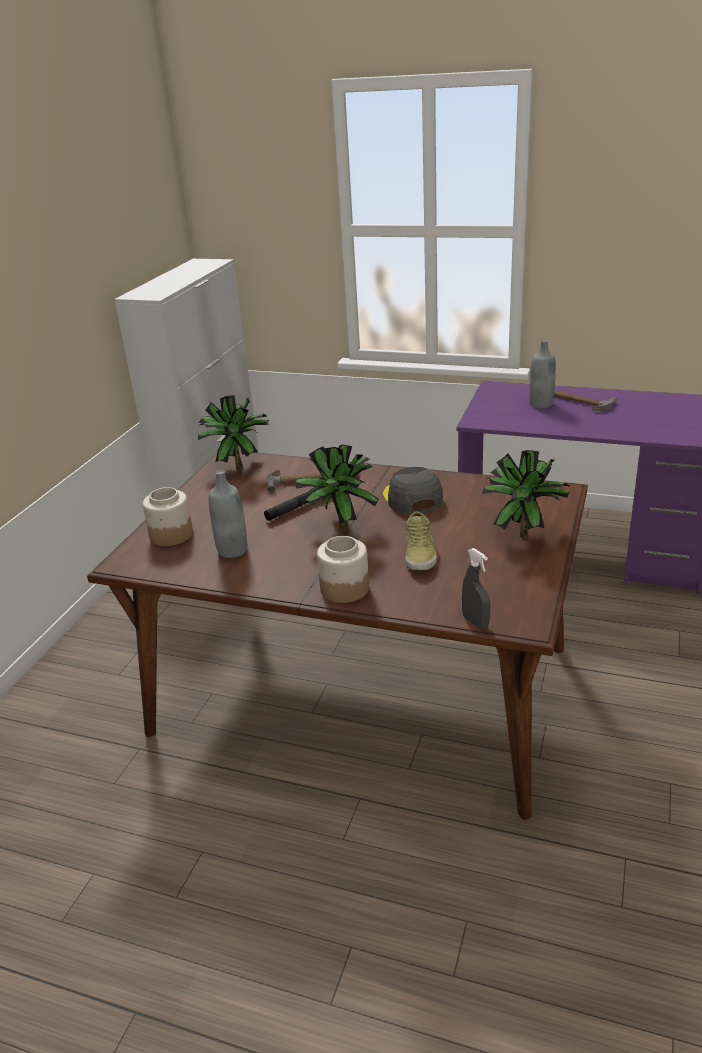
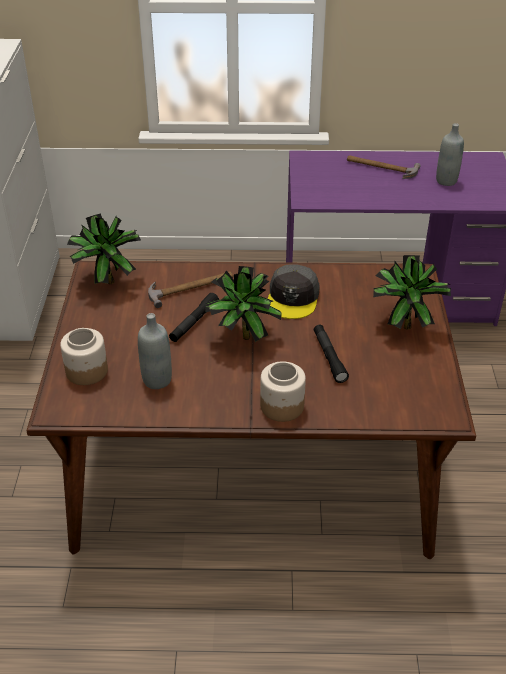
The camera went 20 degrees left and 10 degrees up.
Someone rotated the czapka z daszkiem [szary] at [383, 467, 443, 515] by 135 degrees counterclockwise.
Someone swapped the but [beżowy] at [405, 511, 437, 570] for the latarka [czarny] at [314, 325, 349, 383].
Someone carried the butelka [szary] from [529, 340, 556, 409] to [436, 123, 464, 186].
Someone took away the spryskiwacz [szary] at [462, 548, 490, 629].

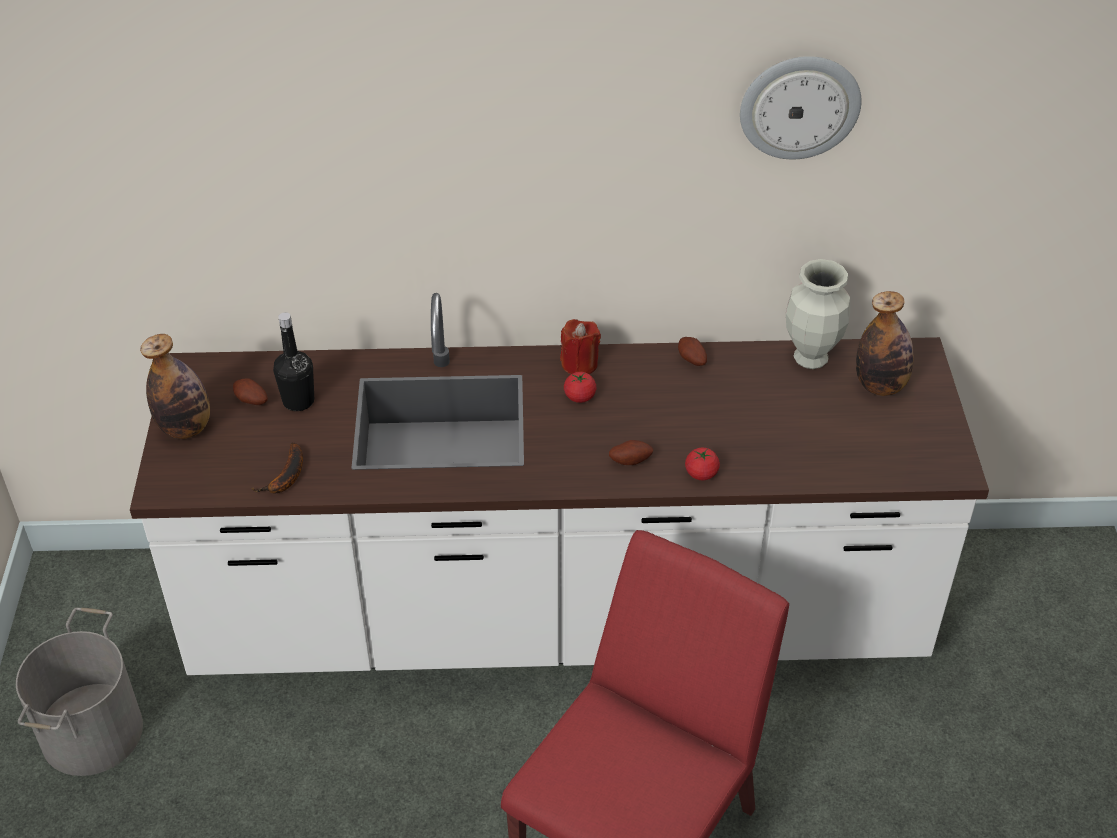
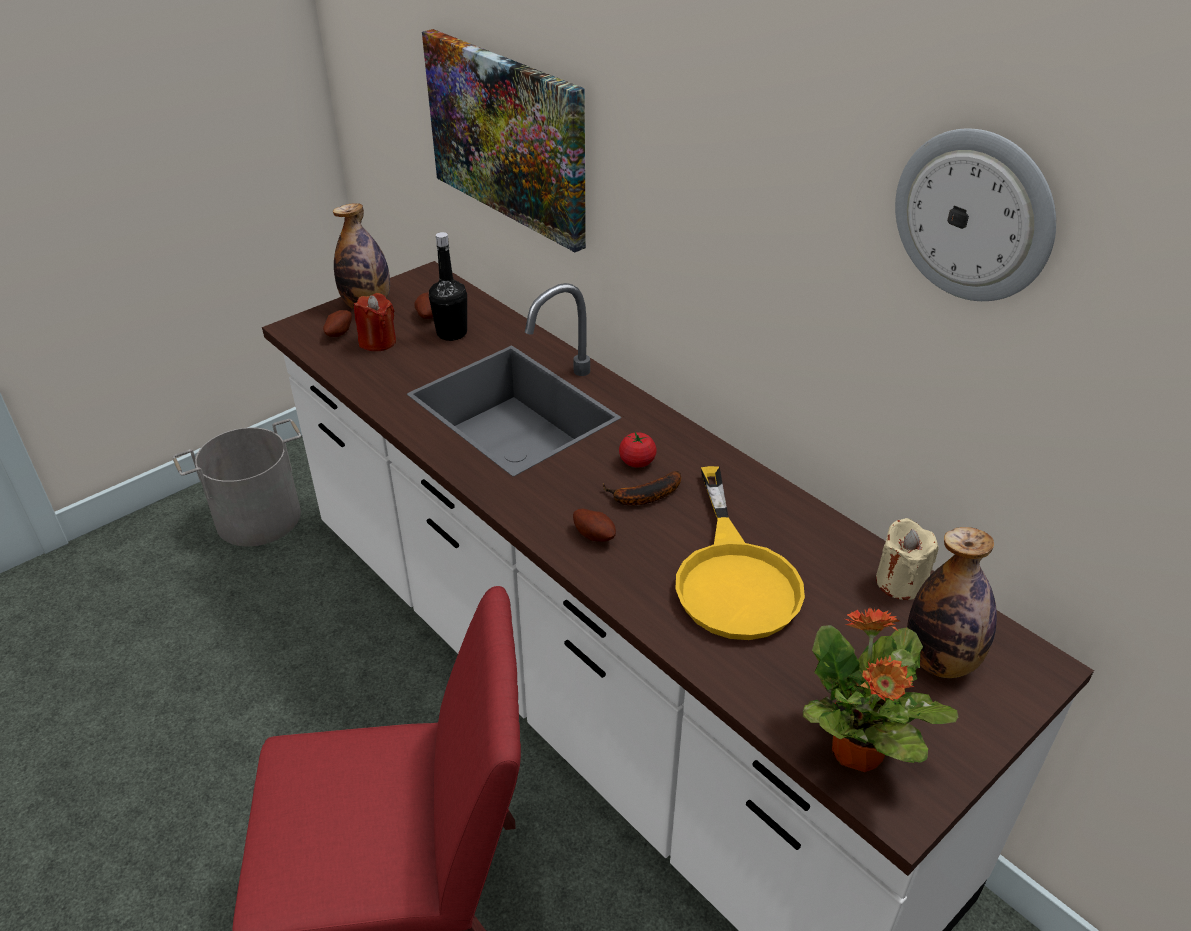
The camera went 50 degrees right and 5 degrees down.
Someone carried the ziemniak from [678, 337, 707, 366] to [323, 310, 352, 337].
Someone carried the świeca [czerwony] from [560, 319, 601, 374] to [354, 293, 396, 351].
Someone put up the obraz at [422, 29, 586, 252].
Someone carried the banan from [251, 443, 303, 494] to [602, 471, 681, 505].
Someone put down the patelnia [żółty] at [675, 466, 805, 640].
Someone put down the roślina doniczkowa at [803, 608, 958, 772].
Someone swapped the wazon at [786, 259, 850, 369] for the świeca [beżowy] at [876, 518, 939, 600].
Someone took away the pomidor at [685, 448, 720, 480].

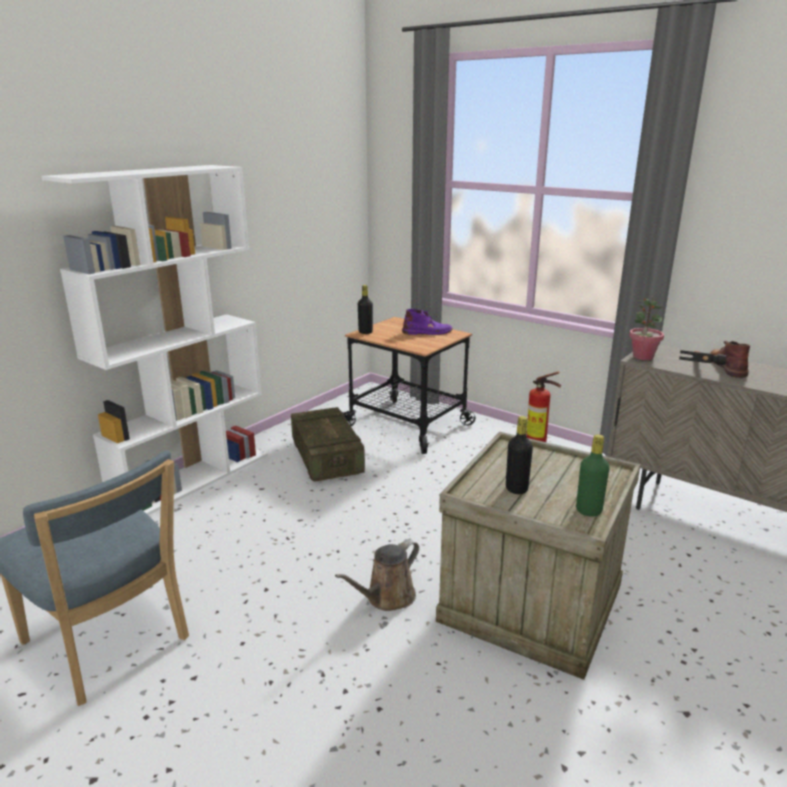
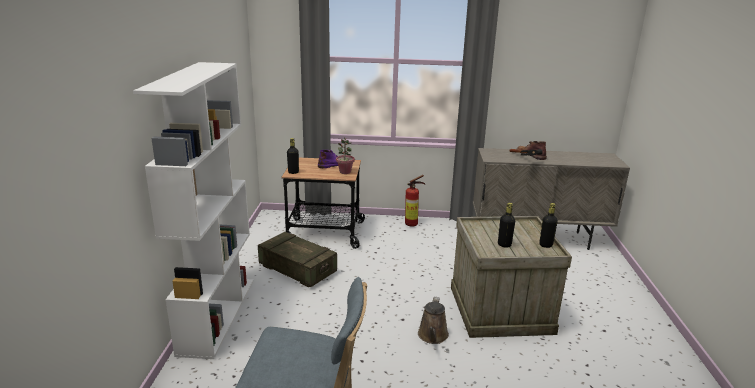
The camera went 35 degrees left and 0 degrees up.
Someone carried the roślina doniczkowa from [629, 296, 664, 360] to [336, 137, 355, 174].
Someone repainted the butelka [zielony] at [576, 434, 610, 517], which became the butelka [czarny] at [539, 203, 558, 248].

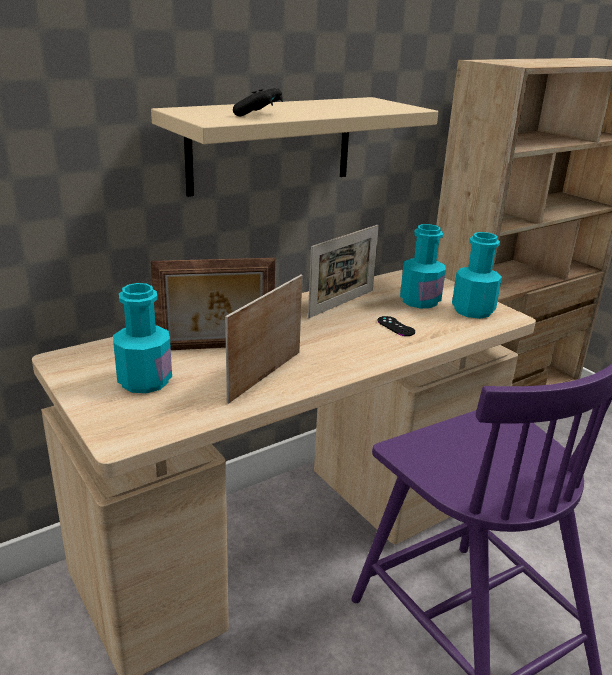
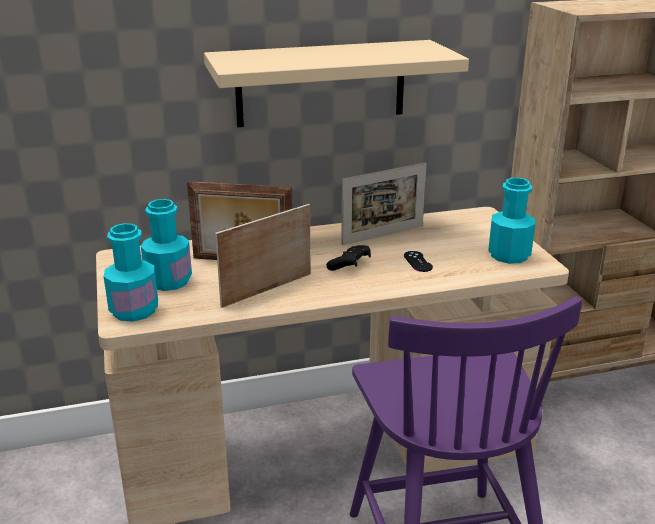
The camera went 20 degrees right and 0 degrees up.
Someone carried the butelka [turkusowy] from [400, 224, 446, 308] to [104, 223, 158, 322].
Someone carried the pad do gier [czarny] from [233, 88, 283, 117] to [326, 245, 371, 271].

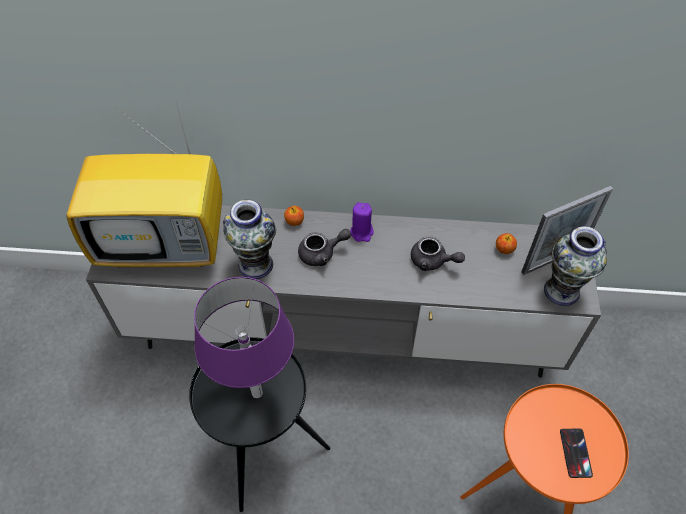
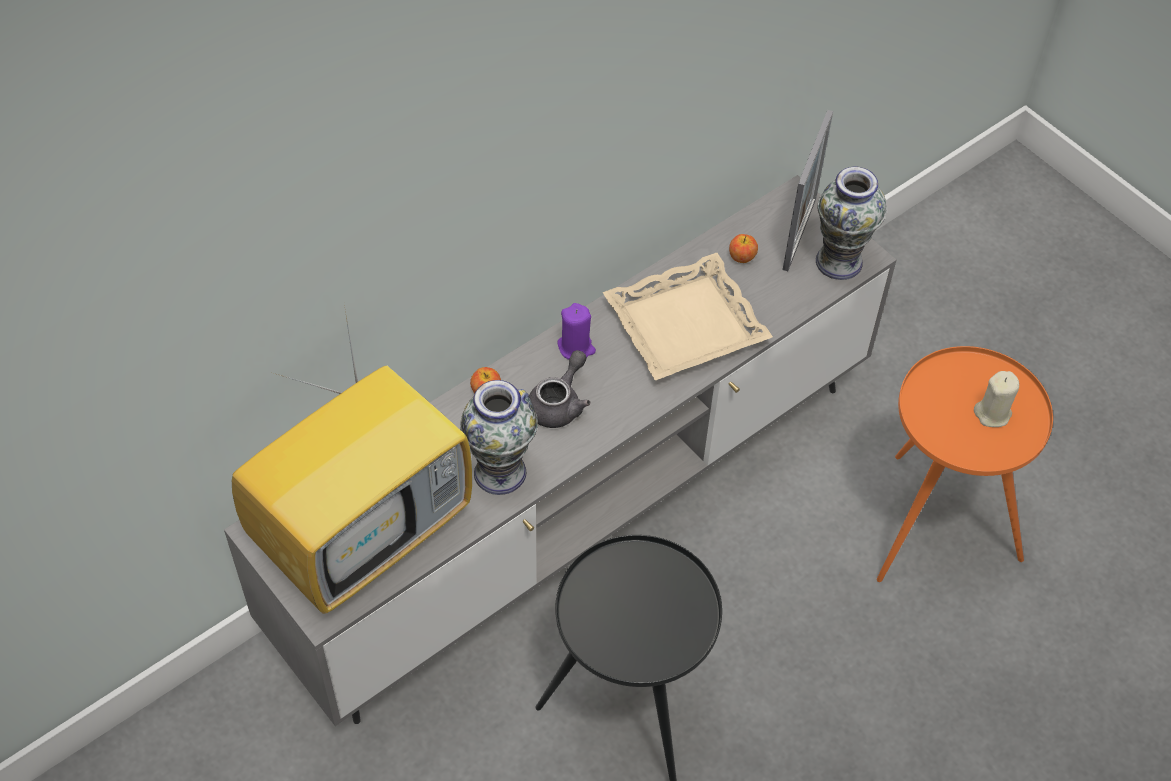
The camera went 45 degrees left and 0 degrees up.
Someone swapped the imbryk [szary] at [411, 236, 465, 271] for the taca [beżowy] at [603, 253, 773, 380].
Someone swapped the telefon at [560, 429, 593, 478] for the świeca [beżowy] at [974, 371, 1019, 427].
Someone took away the lampa stołowa [fioletowy] at [194, 277, 294, 398].

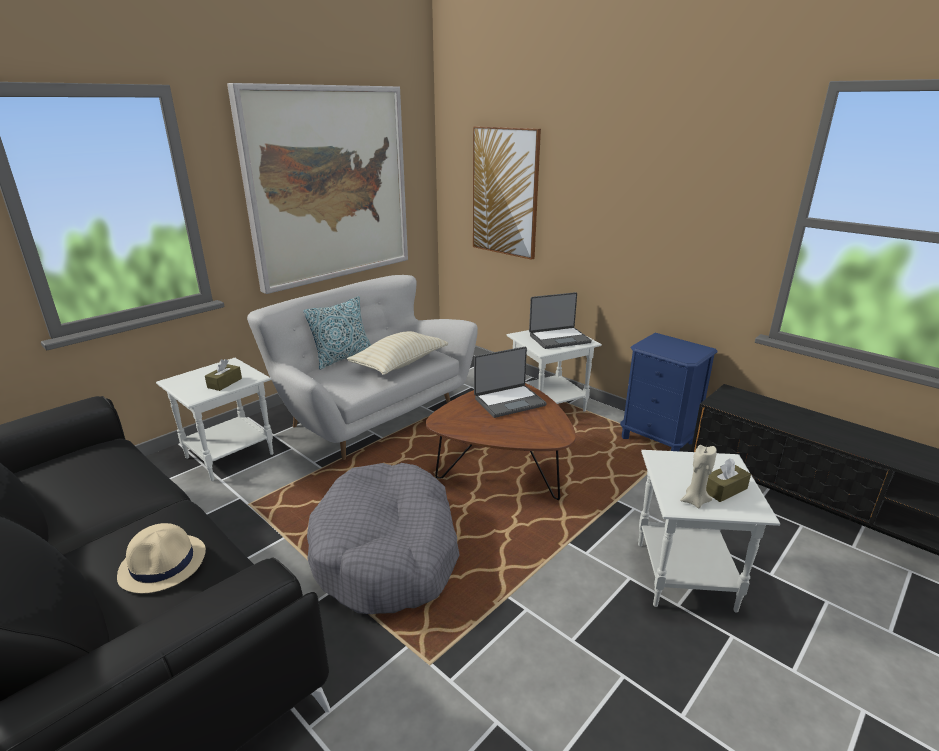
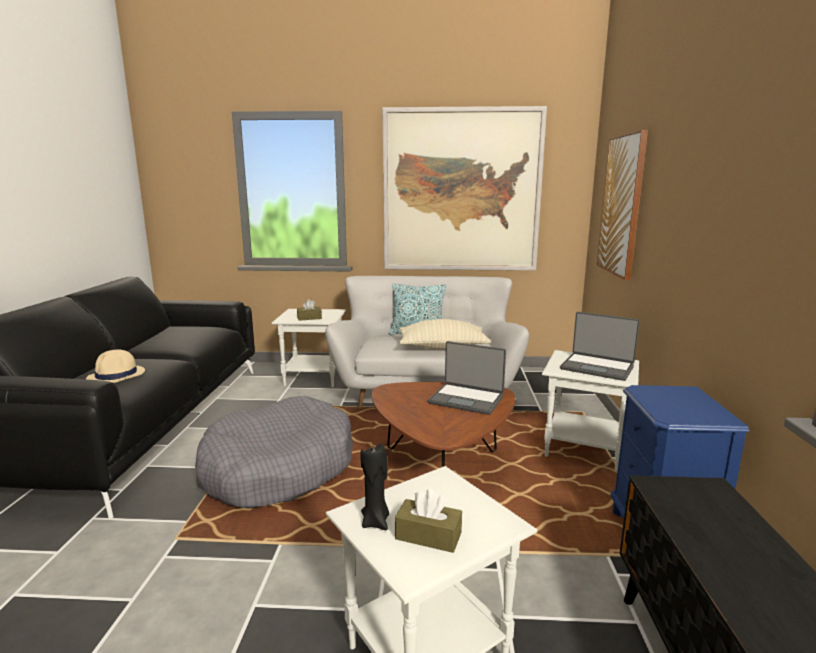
The camera went 50 degrees right and 10 degrees down.
Someone repainted the świeca [beżowy] at [680, 445, 717, 508], which became the świeca [czarny] at [360, 443, 389, 530].

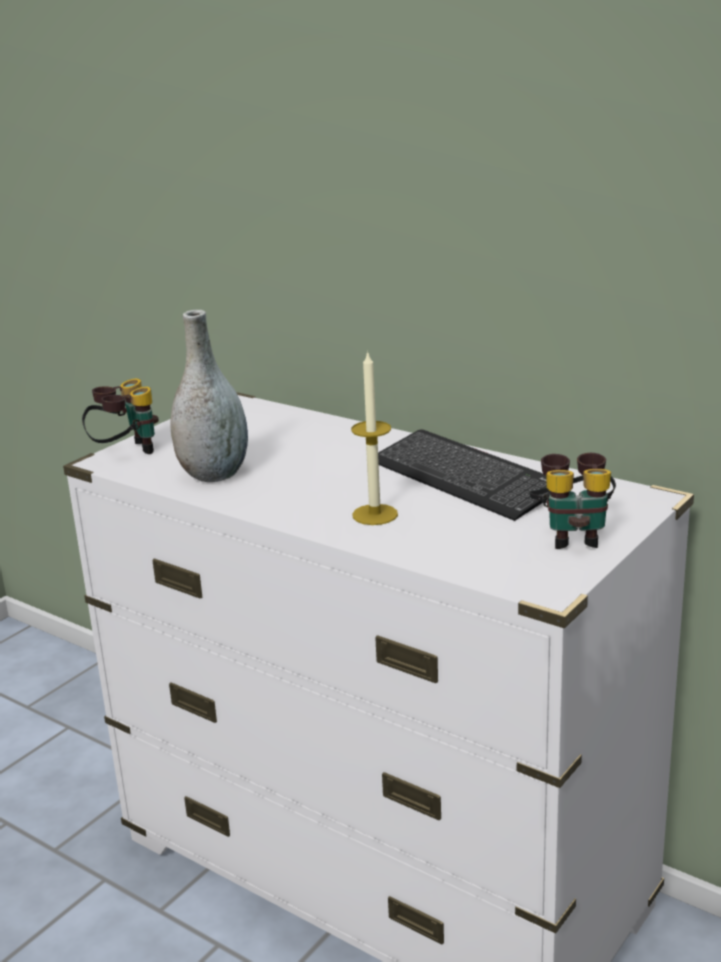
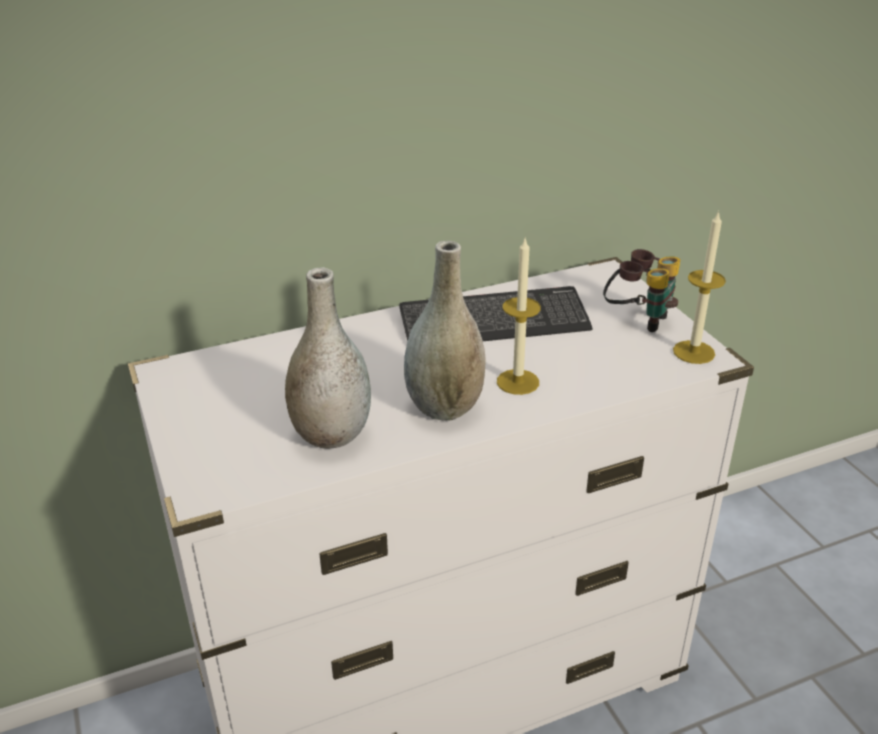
The camera went 60 degrees left and 10 degrees up.
Someone put down the wazon [szary] at [404, 241, 486, 421].
Someone put down the świeca at [673, 210, 726, 364].
Someone took away the lornetka at [82, 379, 159, 454].

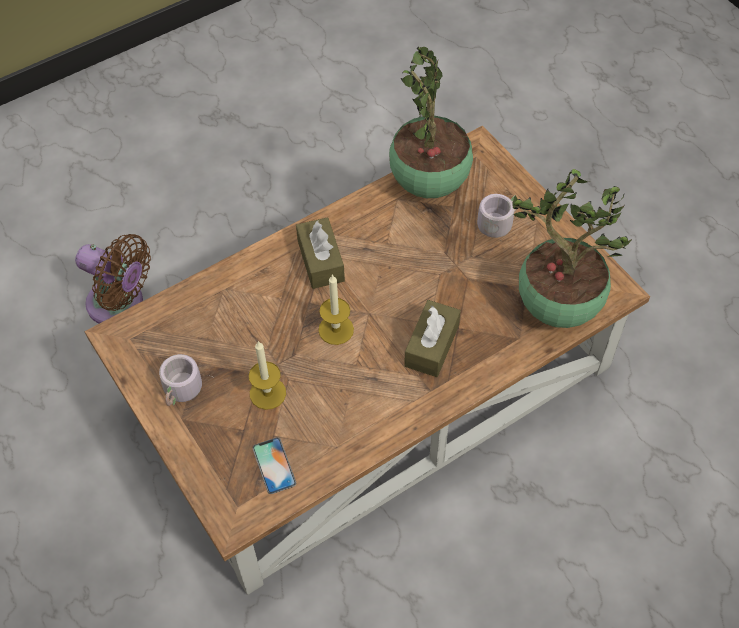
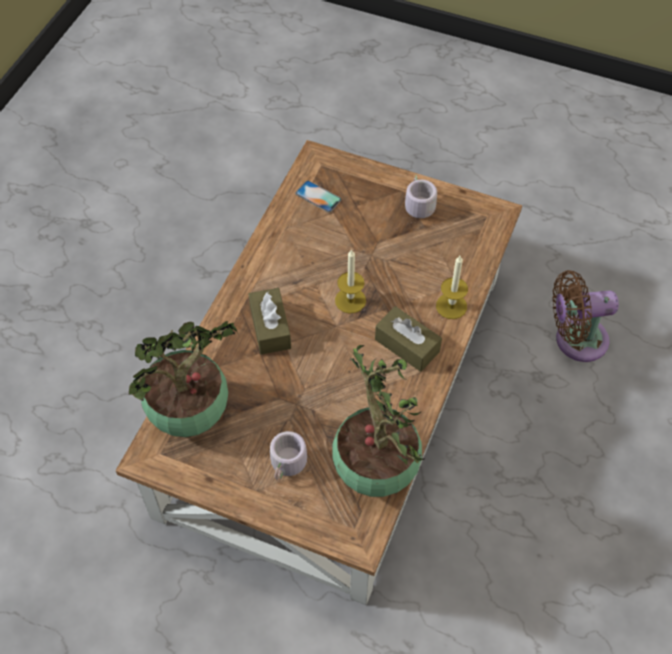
The camera went 145 degrees right and 0 degrees up.
Someone carried the świeca from [249, 341, 286, 410] to [436, 256, 468, 319].

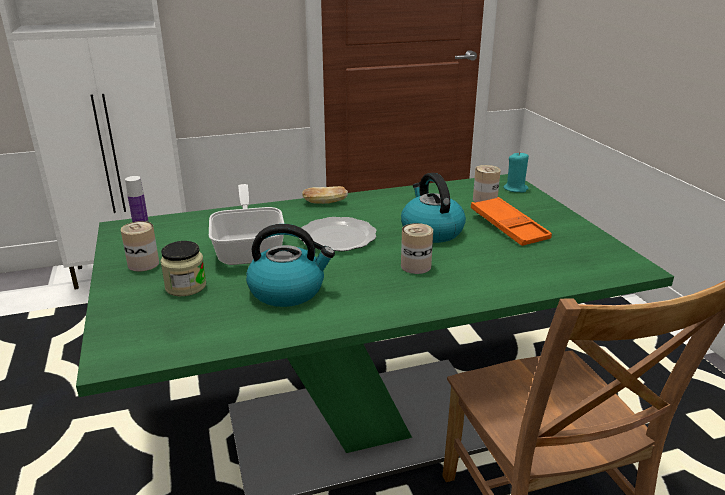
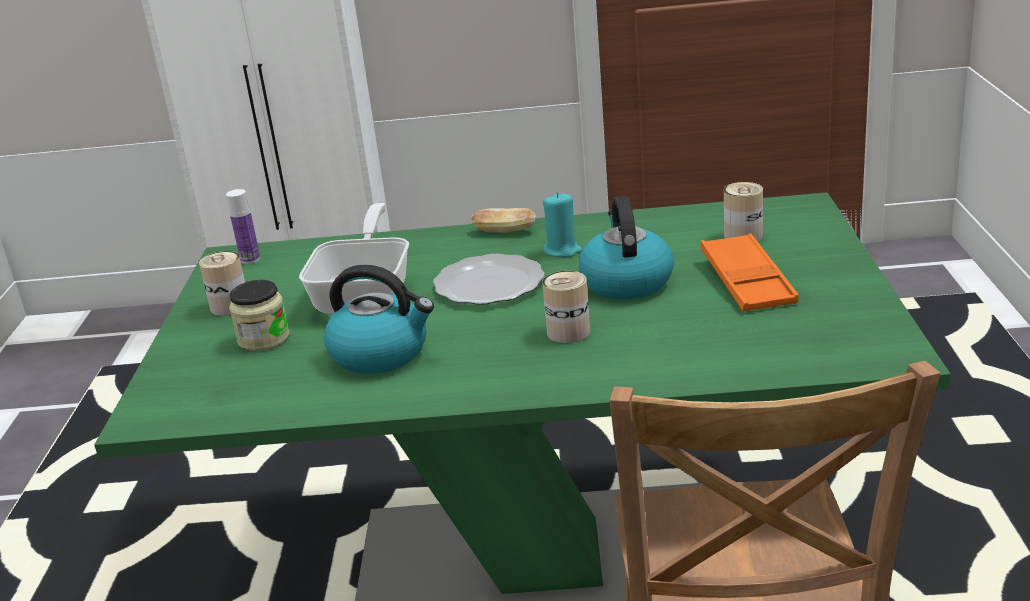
The camera went 20 degrees right and 0 degrees up.
Someone carried the świeca [turkusowy] from [503, 152, 529, 193] to [543, 192, 583, 258].

